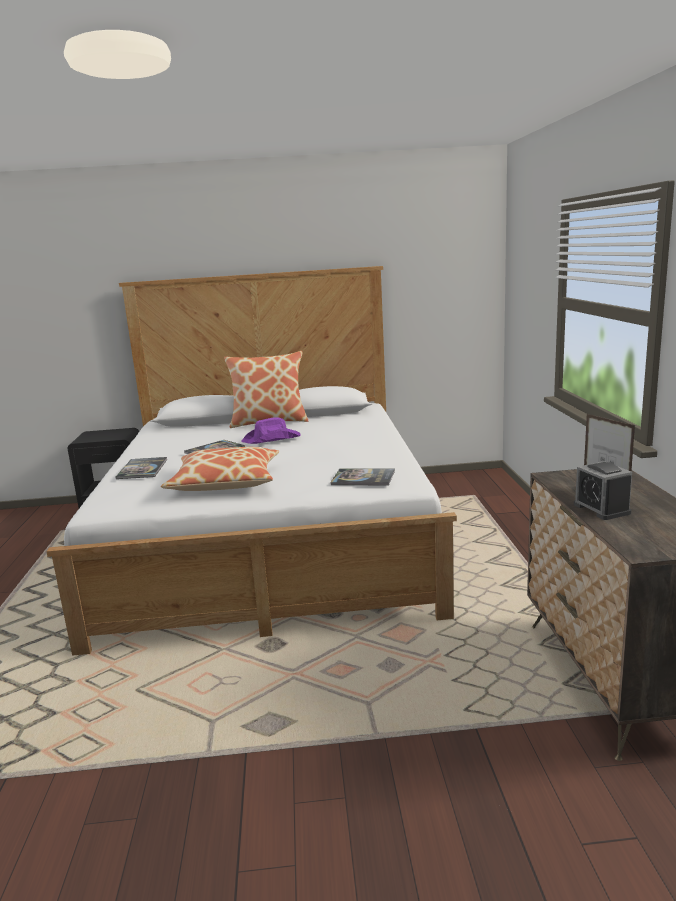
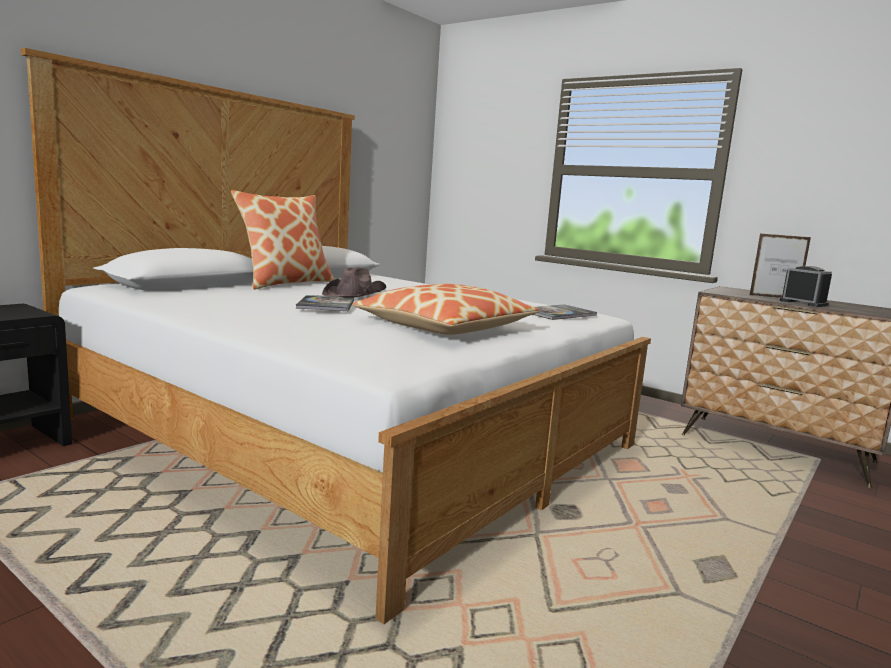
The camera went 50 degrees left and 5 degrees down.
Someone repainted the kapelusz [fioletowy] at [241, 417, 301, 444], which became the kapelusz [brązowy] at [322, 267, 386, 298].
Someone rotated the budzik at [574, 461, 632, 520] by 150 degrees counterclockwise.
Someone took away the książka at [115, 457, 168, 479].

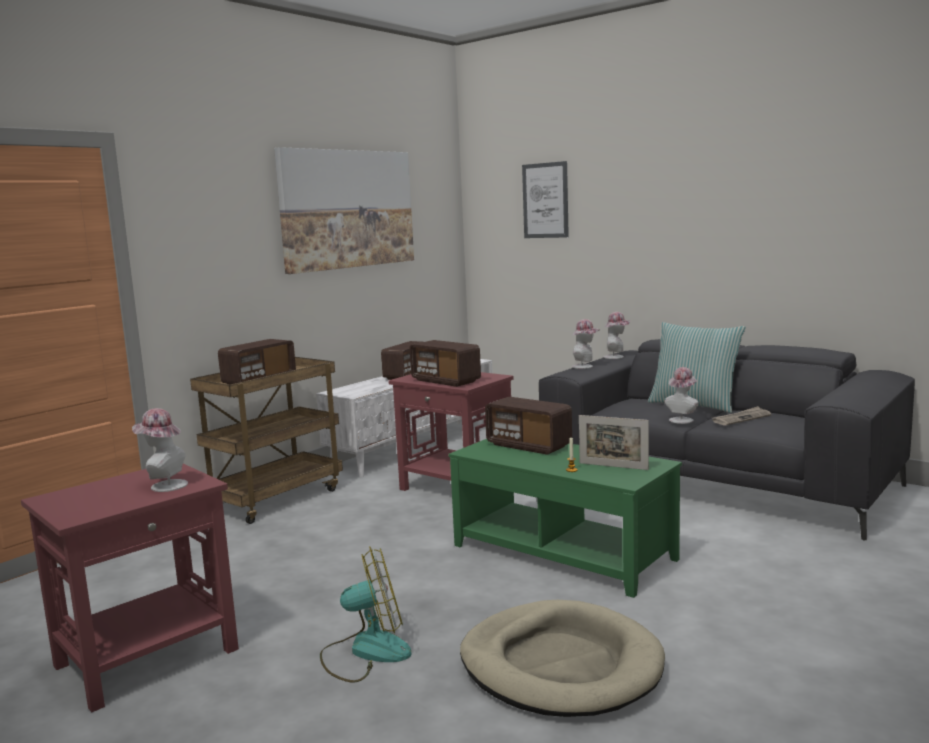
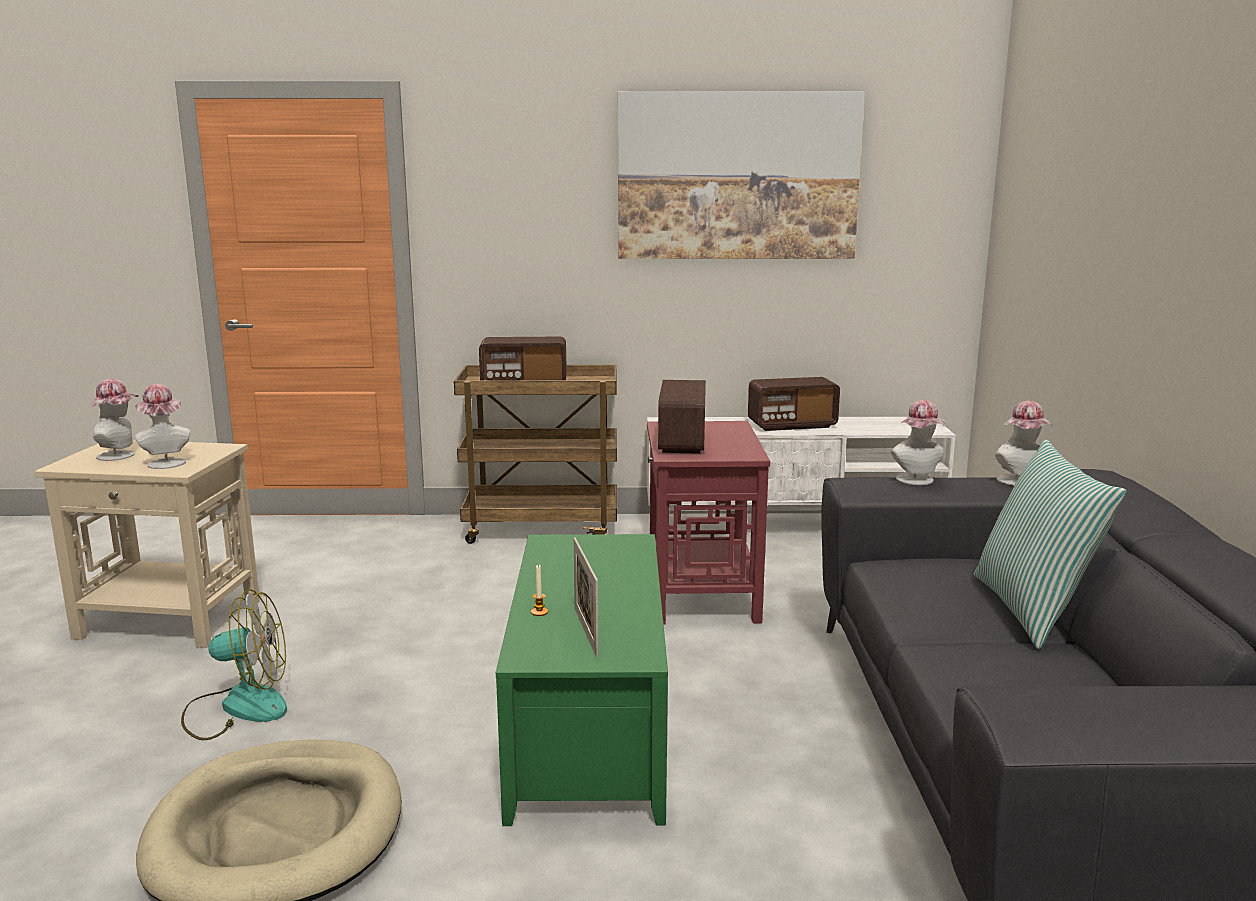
The camera went 50 degrees right and 5 degrees up.
Someone repainted the stolik [czerwony] at [21, 464, 239, 712], which became the stolik [beżowy] at [35, 440, 260, 648].
Someone carried the kapelusz from [665, 367, 699, 424] to [89, 379, 139, 461].
Someone rotated the wentylator at [320, 546, 412, 683] by 45 degrees counterclockwise.
Someone took away the radio at [485, 397, 572, 455].
Someone took away the obraz at [522, 161, 569, 238].
Someone took away the gazeta at [713, 406, 771, 426].

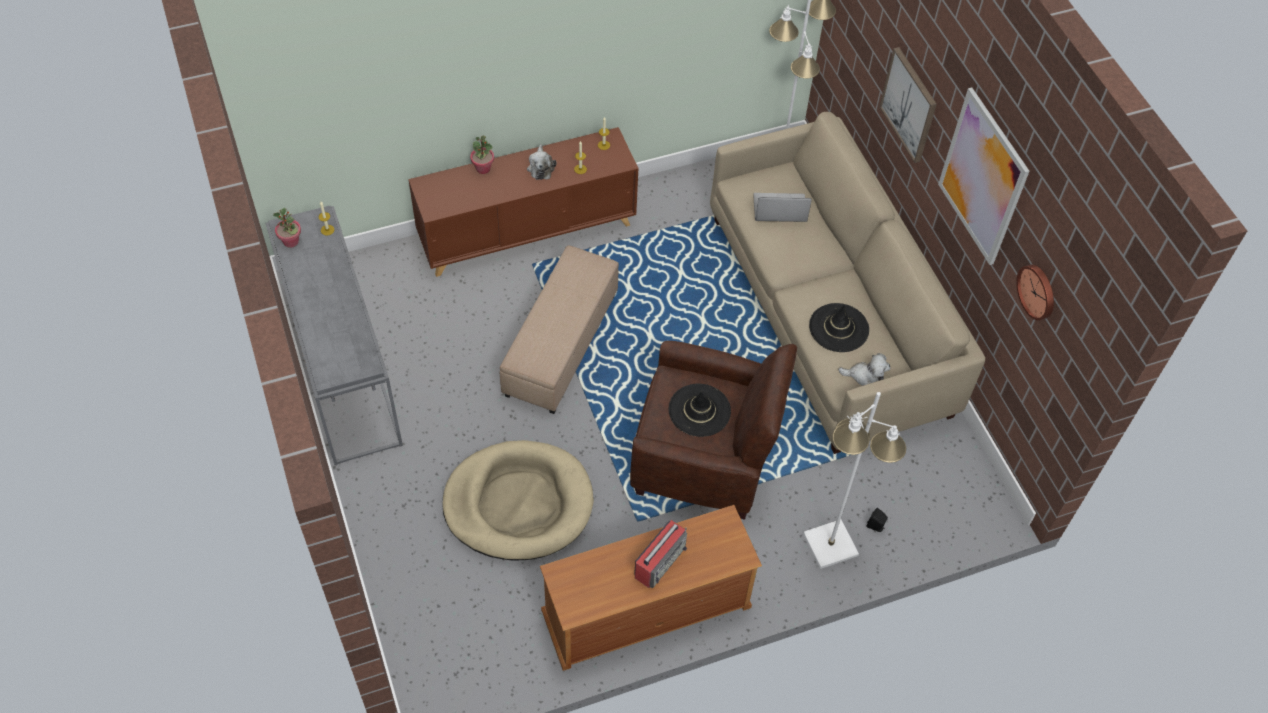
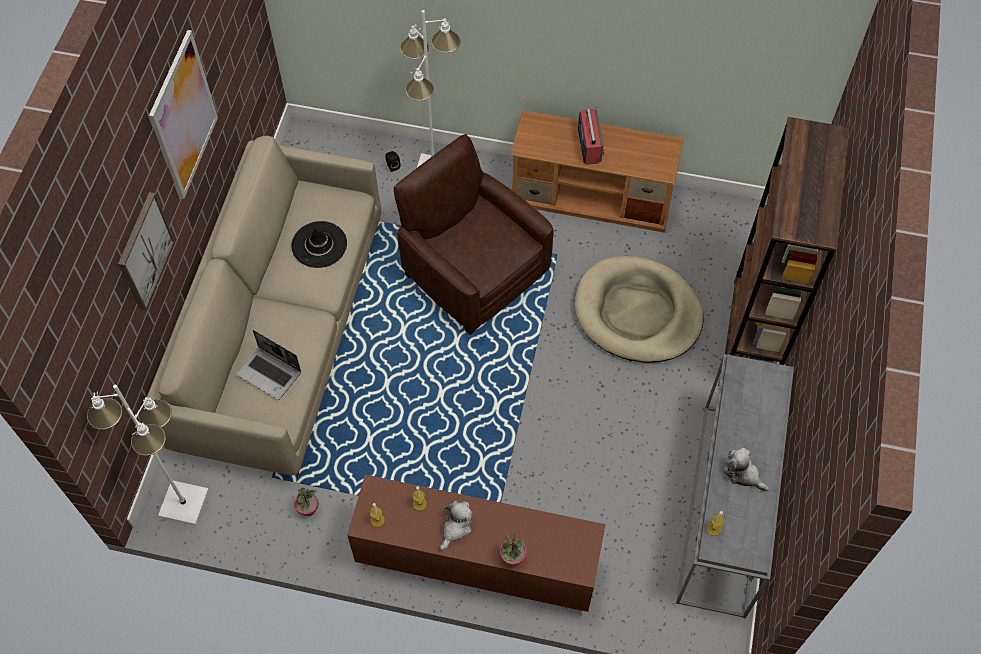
The camera went 145 degrees left and 5 degrees up.
Someone carried the roślina doniczkowa from [273, 208, 301, 248] to [294, 487, 319, 516].
Someone rotated the radio at [634, 520, 687, 588] by 105 degrees clockwise.
Someone carried the pluszak from [838, 353, 890, 386] to [724, 448, 769, 491].
Someone put down the regał [brązowy] at [725, 117, 849, 365].
Someone took away the pufa [beżowy] at [500, 245, 619, 414].
Someone took away the kapelusz [czarny] at [669, 384, 731, 437].
Someone took away the zegar ścienny at [1016, 265, 1054, 321].

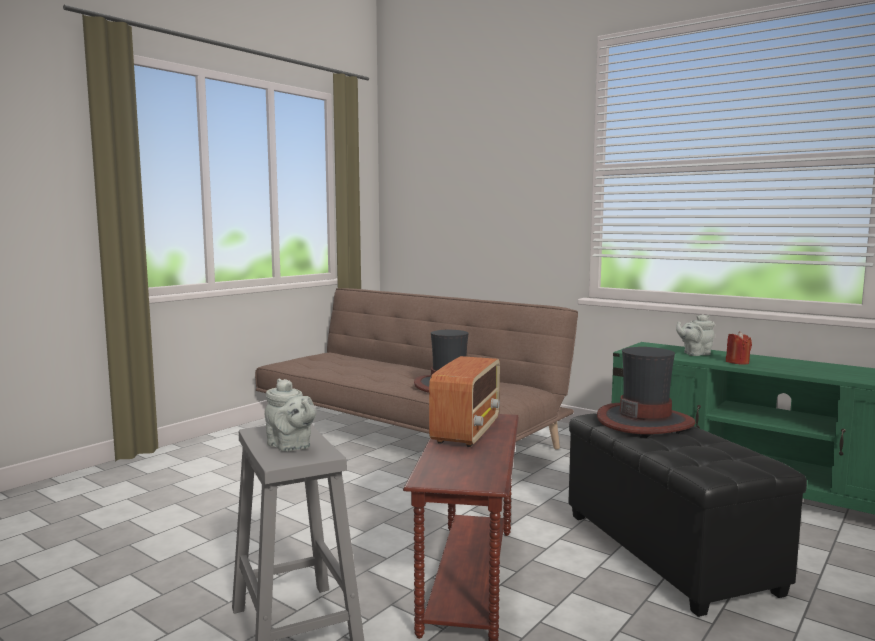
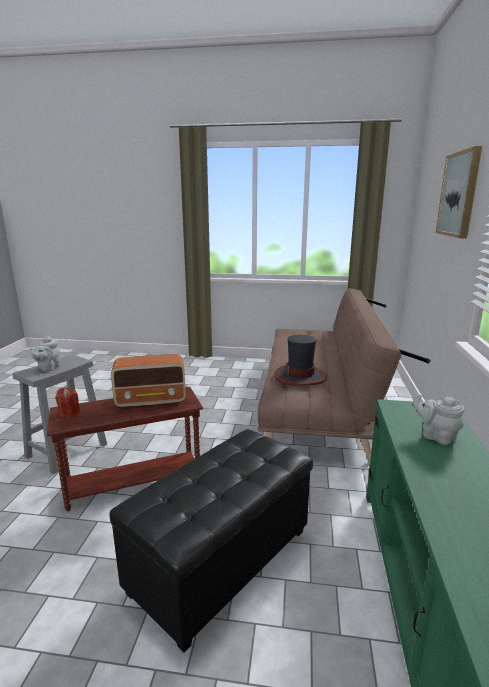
The camera went 60 degrees right and 10 degrees up.
Someone carried the świeca [czerwony] from [726, 331, 752, 365] to [55, 387, 80, 418].
Someone put up the obraz at [436, 146, 482, 238].
Someone took away the kapelusz at [597, 347, 696, 434].

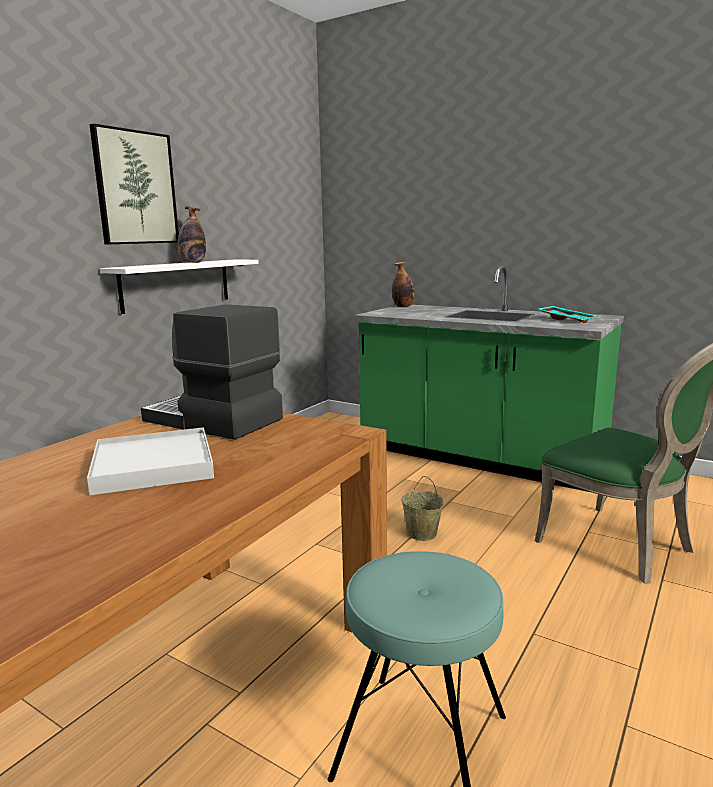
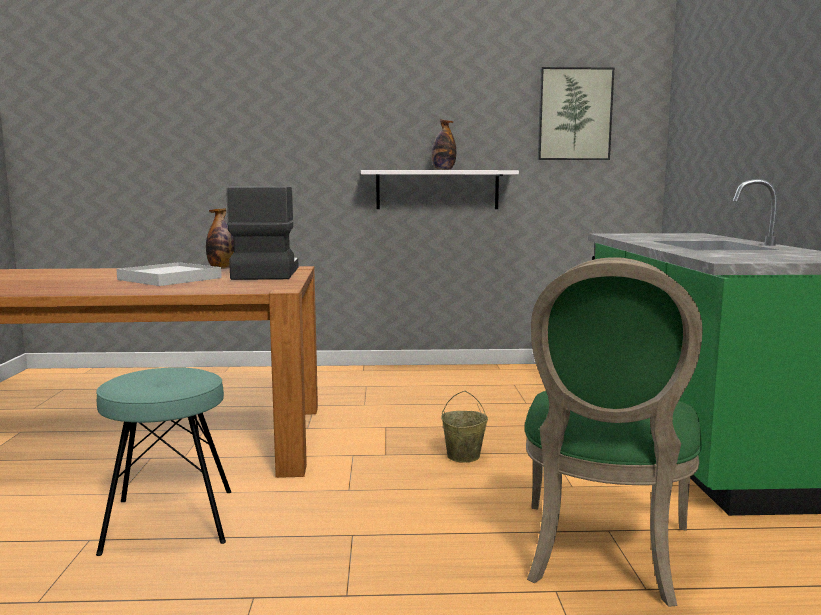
The camera went 55 degrees right and 5 degrees down.
Someone carried the butelka from [392, 262, 414, 307] to [206, 208, 234, 269].
Someone carried the obraz from [89, 124, 179, 245] to [538, 67, 614, 160].
Someone took away the taca [turkusowy] at [538, 306, 597, 323].

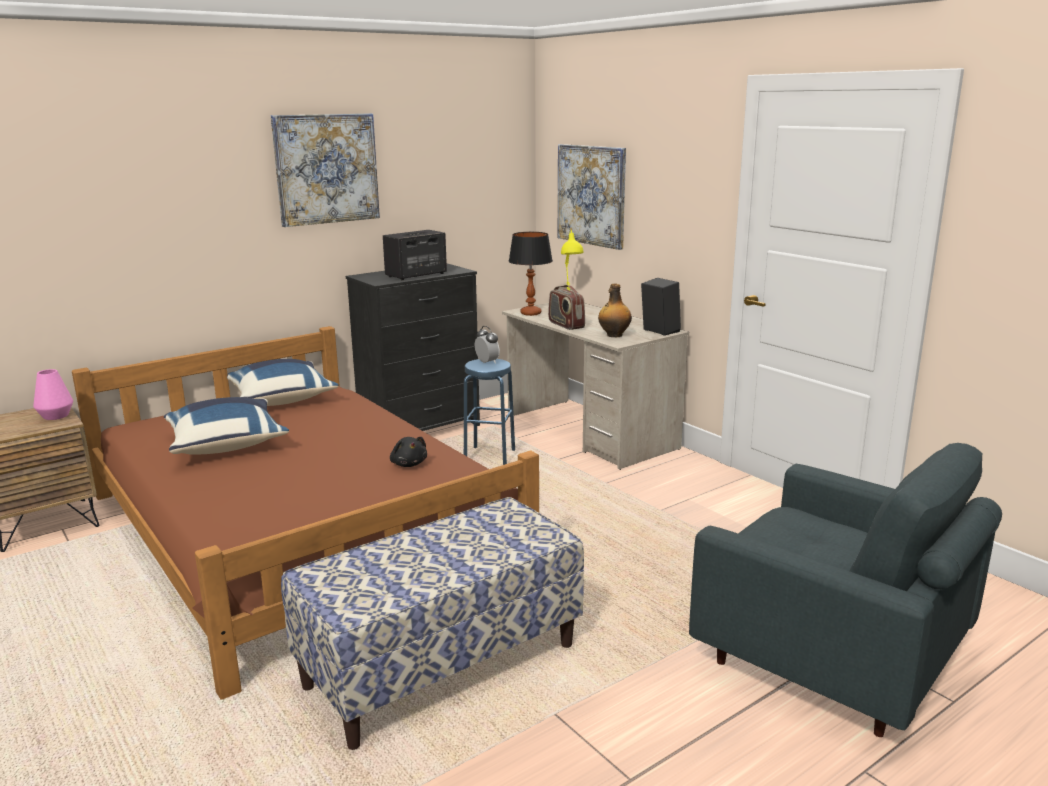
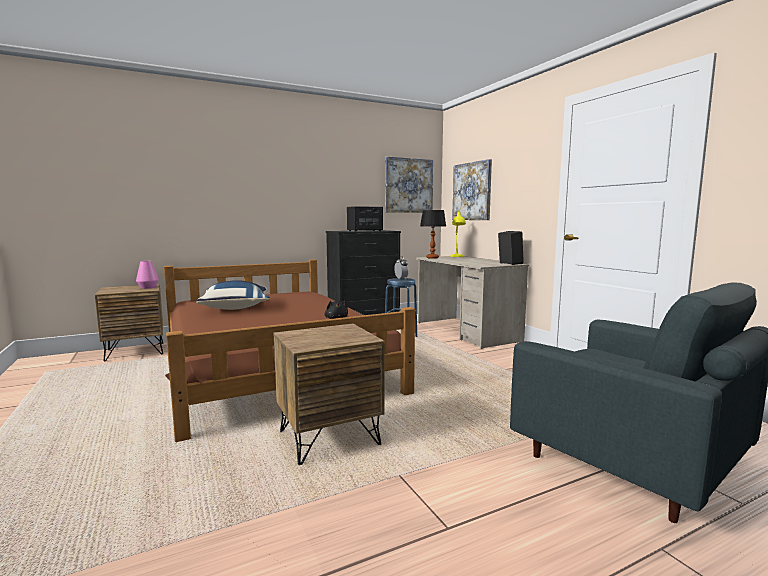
The camera went 10 degrees right and 10 degrees down.
Someone swapped the ławka at [281, 497, 584, 750] for the szafka nocna [brązowy] at [274, 324, 385, 465].
Someone carried the obraz from [271, 113, 380, 227] to [385, 157, 433, 213].
Someone took away the poduszka [niebieski] at [227, 359, 339, 406].
Someone took away the radio at [548, 285, 585, 330].
Someone took away the butelka at [598, 284, 632, 337].

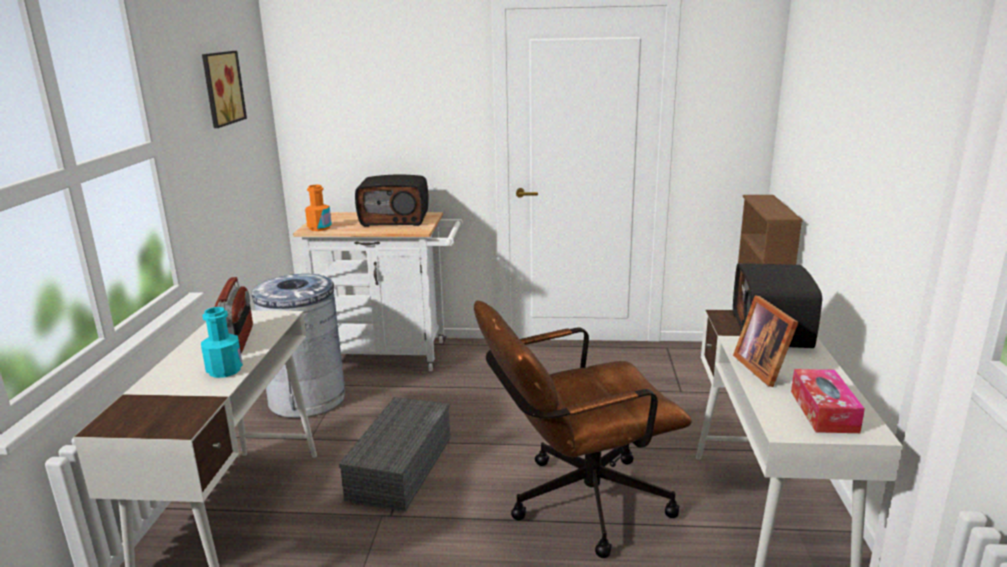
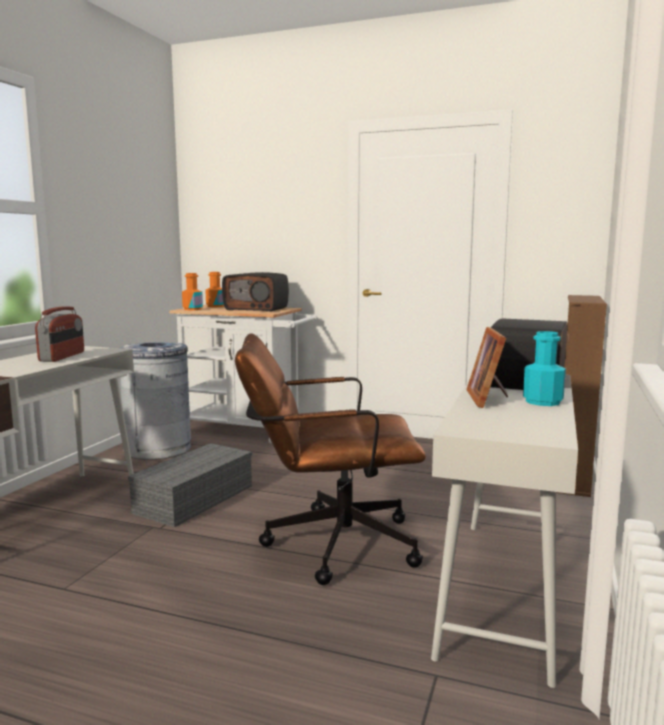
The camera went 15 degrees right and 10 degrees down.
Someone put down the butelka [pomarańczowy] at [205, 272, 224, 307].
Someone carried the butelka [turkusowy] from [201, 307, 243, 378] to [523, 331, 566, 406].
Someone took away the obraz at [202, 51, 247, 128].
Someone took away the pudełko chusteczek at [791, 369, 865, 433].

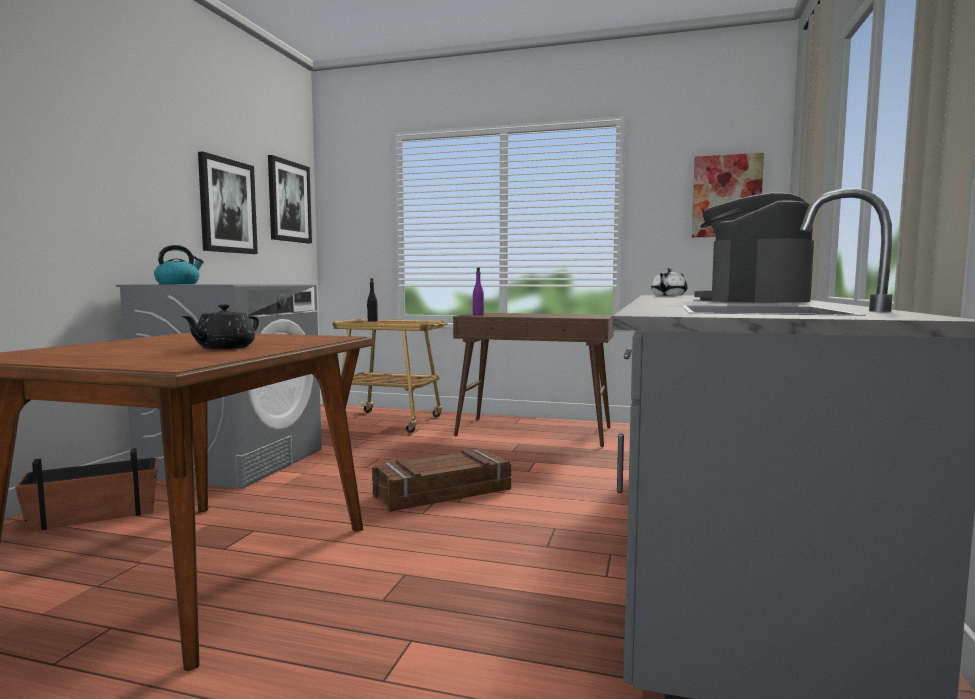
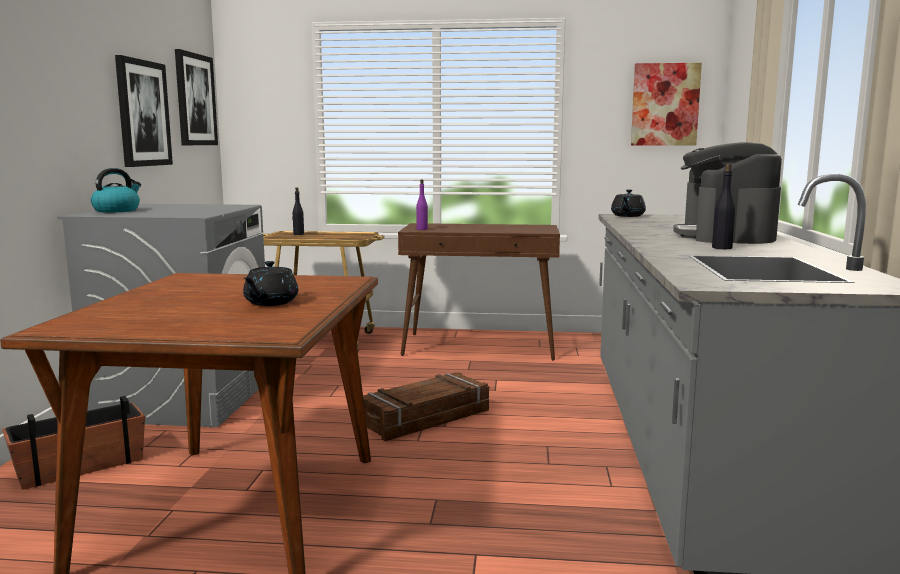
The camera went 10 degrees left and 5 degrees up.
Someone repainted the imbryk [biały] at [651, 268, 688, 296], which became the imbryk [czarny] at [611, 189, 646, 217].
Someone put down the butelka [czarny] at [712, 164, 735, 249].

